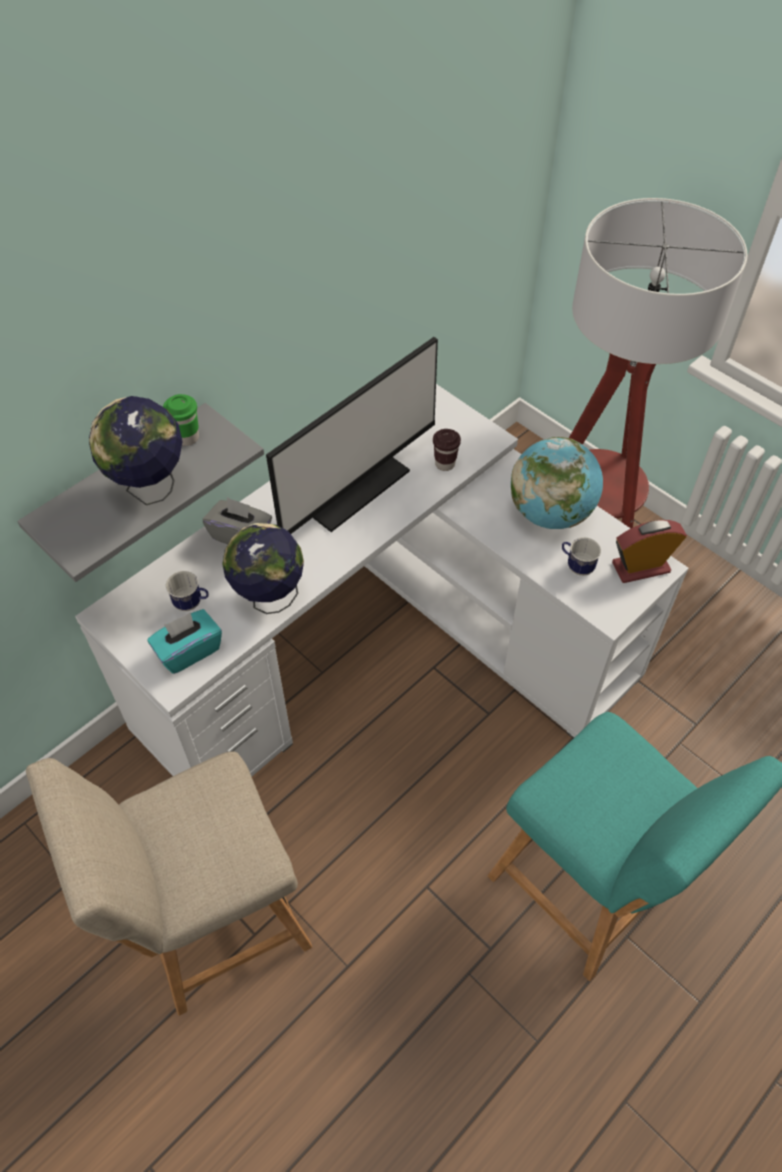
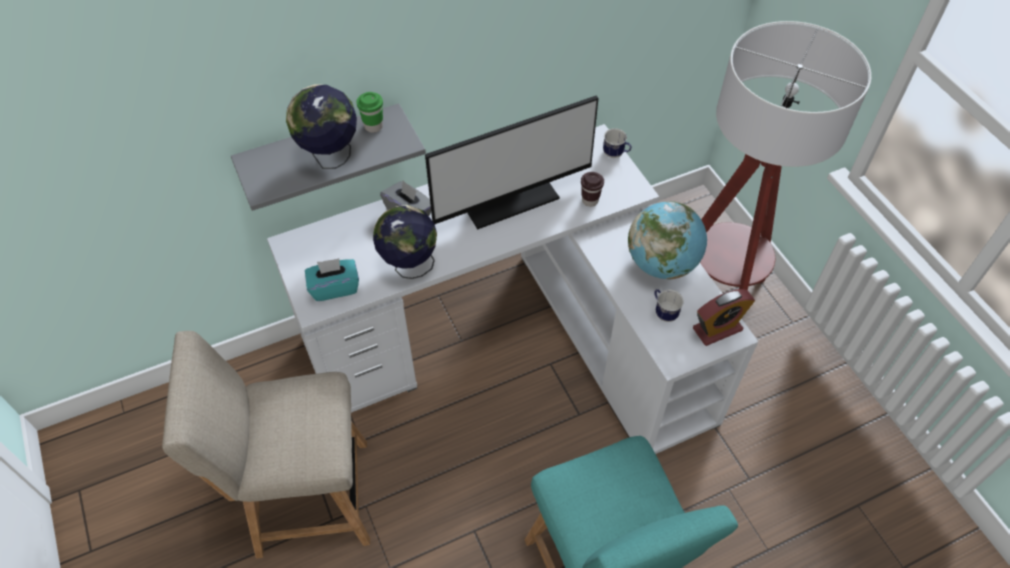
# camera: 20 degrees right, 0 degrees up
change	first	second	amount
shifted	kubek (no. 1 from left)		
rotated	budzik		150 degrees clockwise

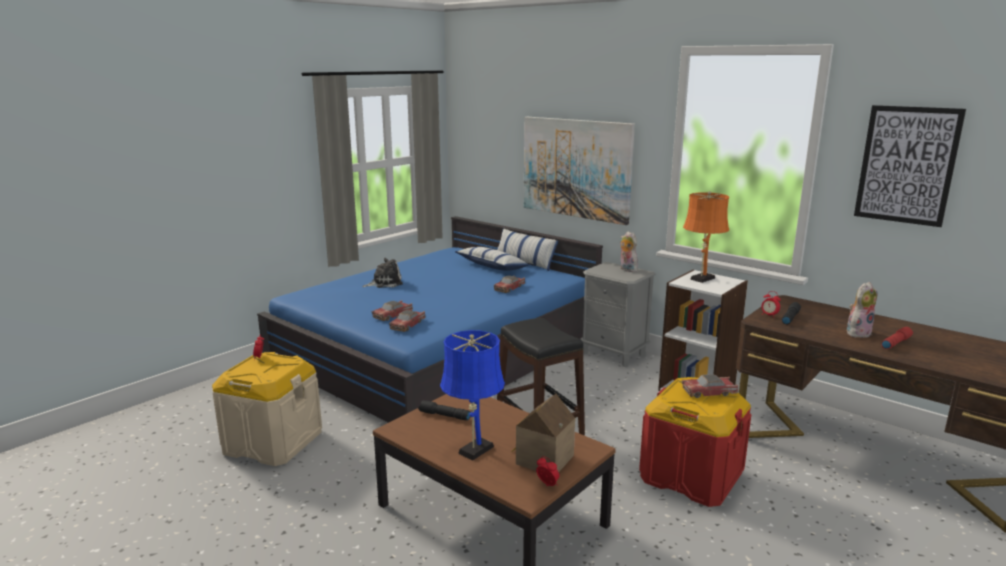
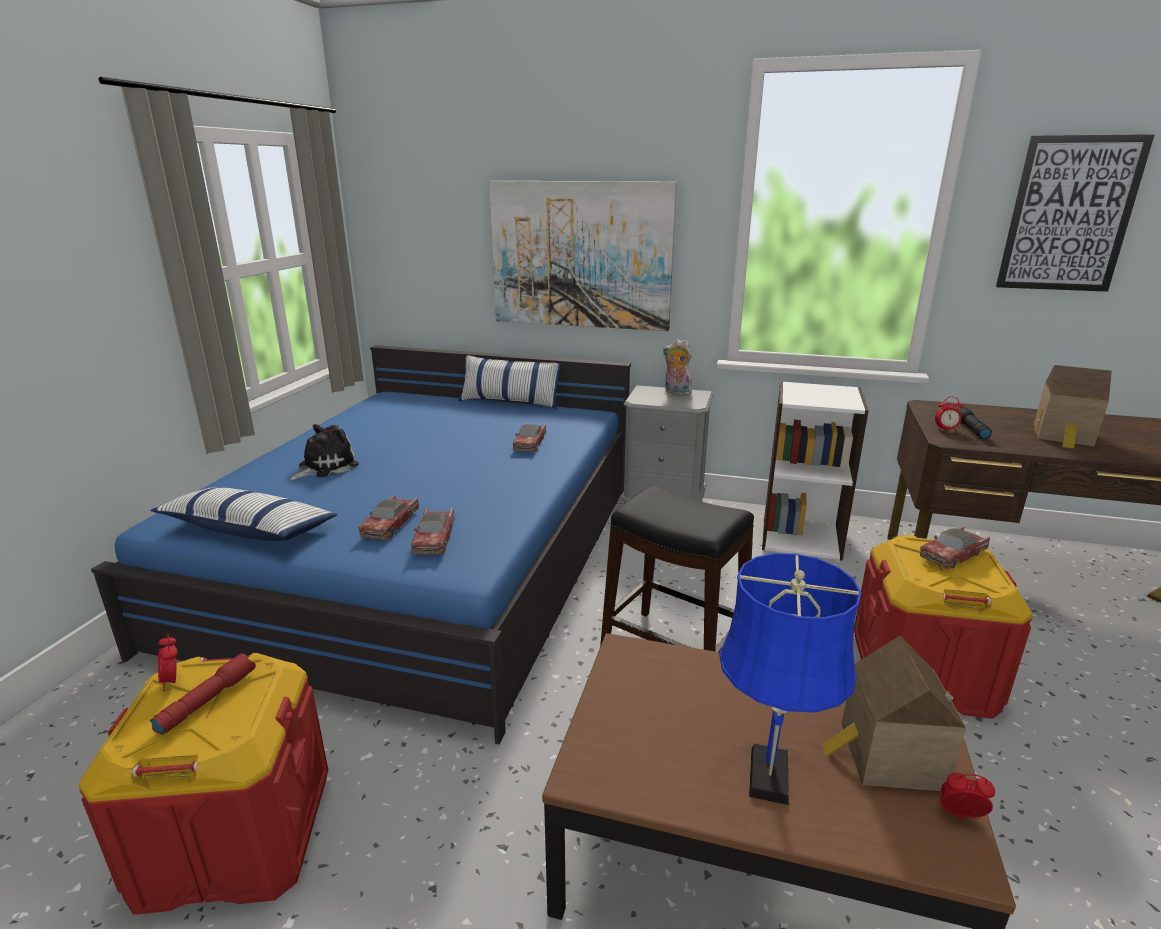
# camera: 25 degrees left, 5 degrees up
change	first	second	amount
gone	latarka/czarny (no. 1 from left)		
gone	lampa stołowa/pomarańczowy		
shifted	poduszka (no. 1 from left)		
shifted	latarka/czerwony		
swapped	pluszak (no. 3 from left)	domek (no. 2 from left)	
repainted	pojemnik do przechowywania/beżowy	pojemnik do przechowywania/czerwony (no. 1 from left)	

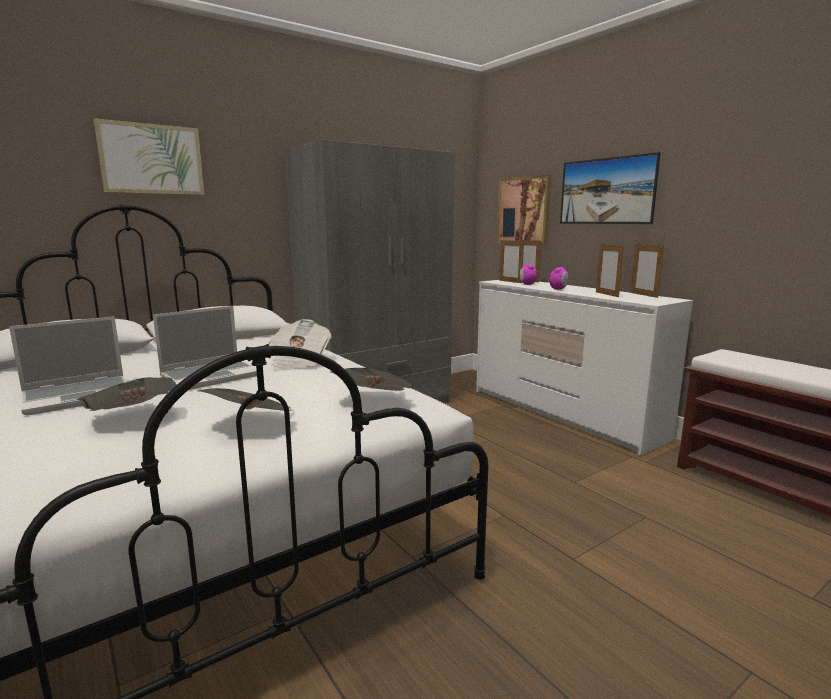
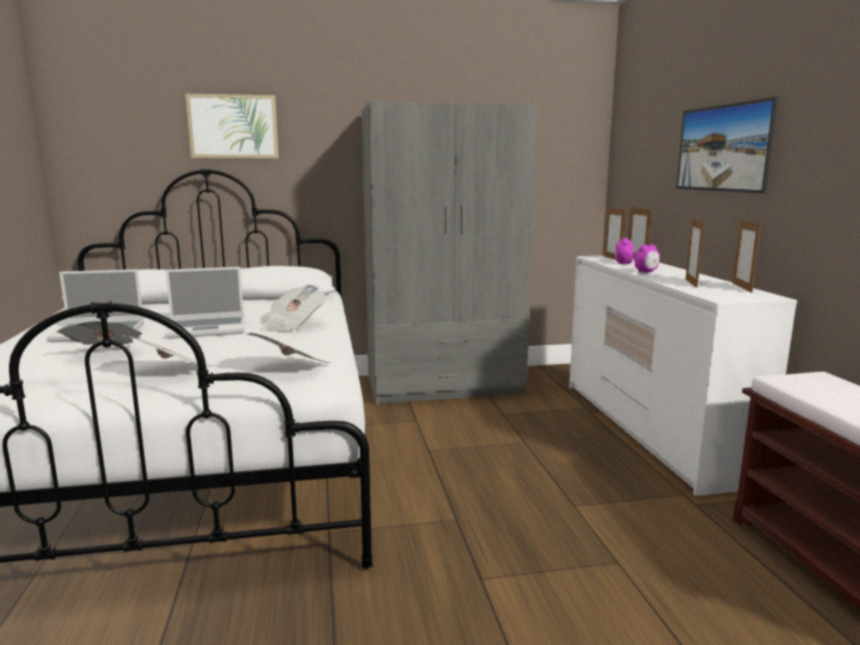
# camera: 25 degrees right, 0 degrees up
change	first	second	amount
gone	obraz (no. 2 from left)		

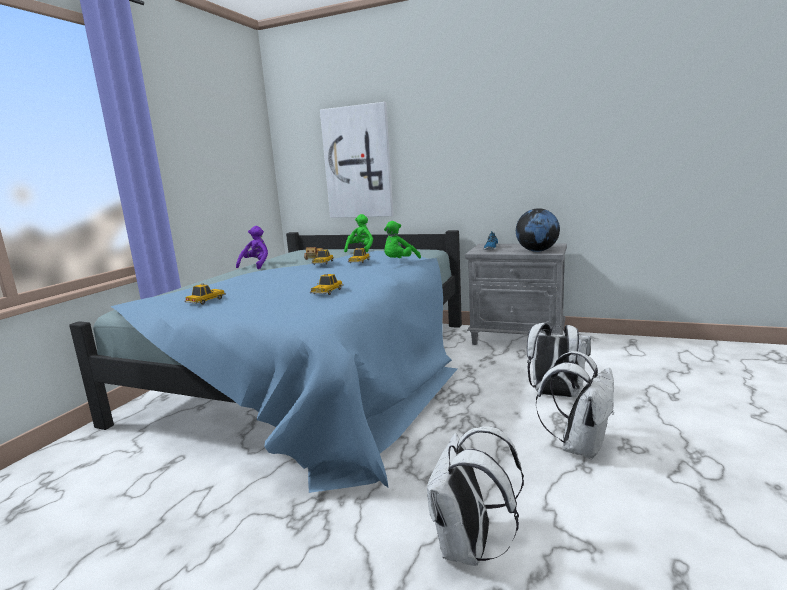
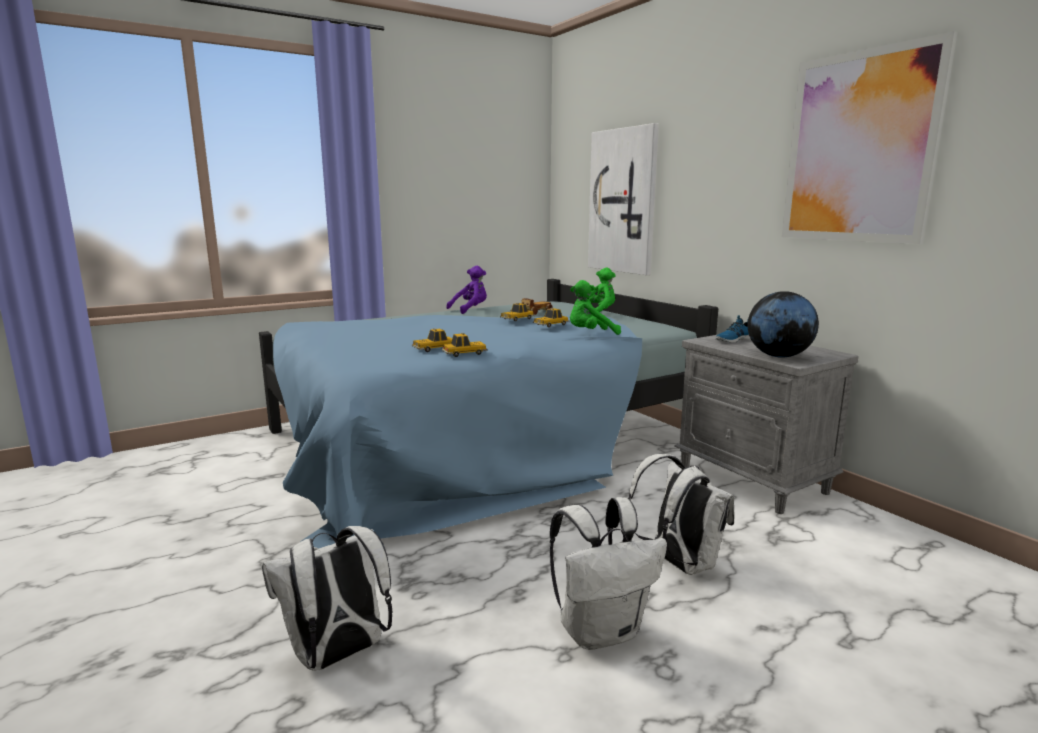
# camera: 35 degrees right, 0 degrees up
change	first	second	amount
new		obraz (no. 2 from left)	
shifted	samochodzik (no. 1 from left in the first image)	samochodzik (no. 2 from left)	

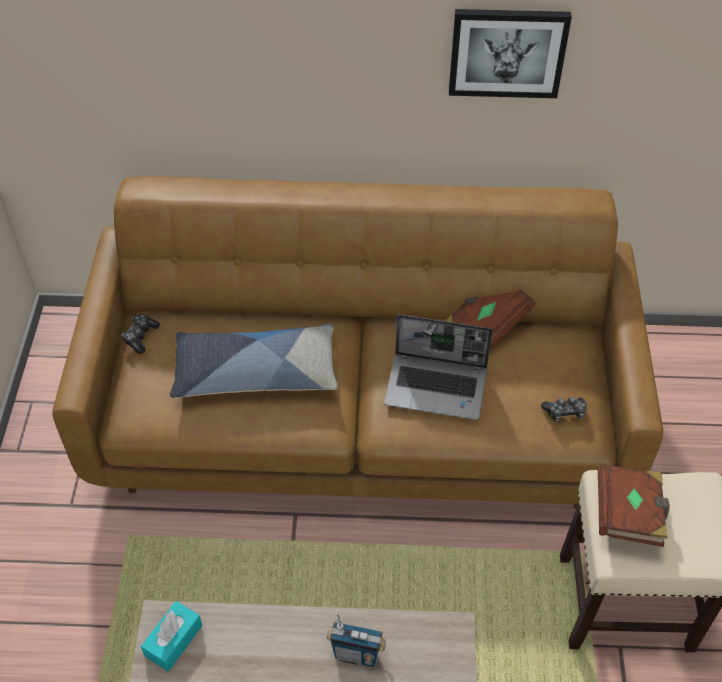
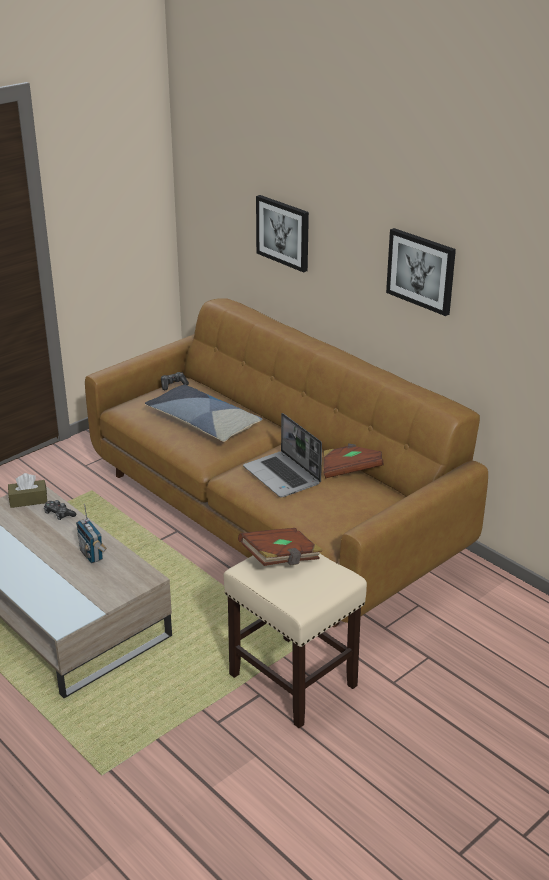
# camera: 45 degrees right, 20 degrees down
change	first	second	amount
new		obraz (no. 1 from left)	
shifted	pad do gier (no. 2 from left in the first image)	pad do gier (no. 1 from left)	
repainted	pudełko chusteczek/turkusowy	pudełko chusteczek/brązowy	

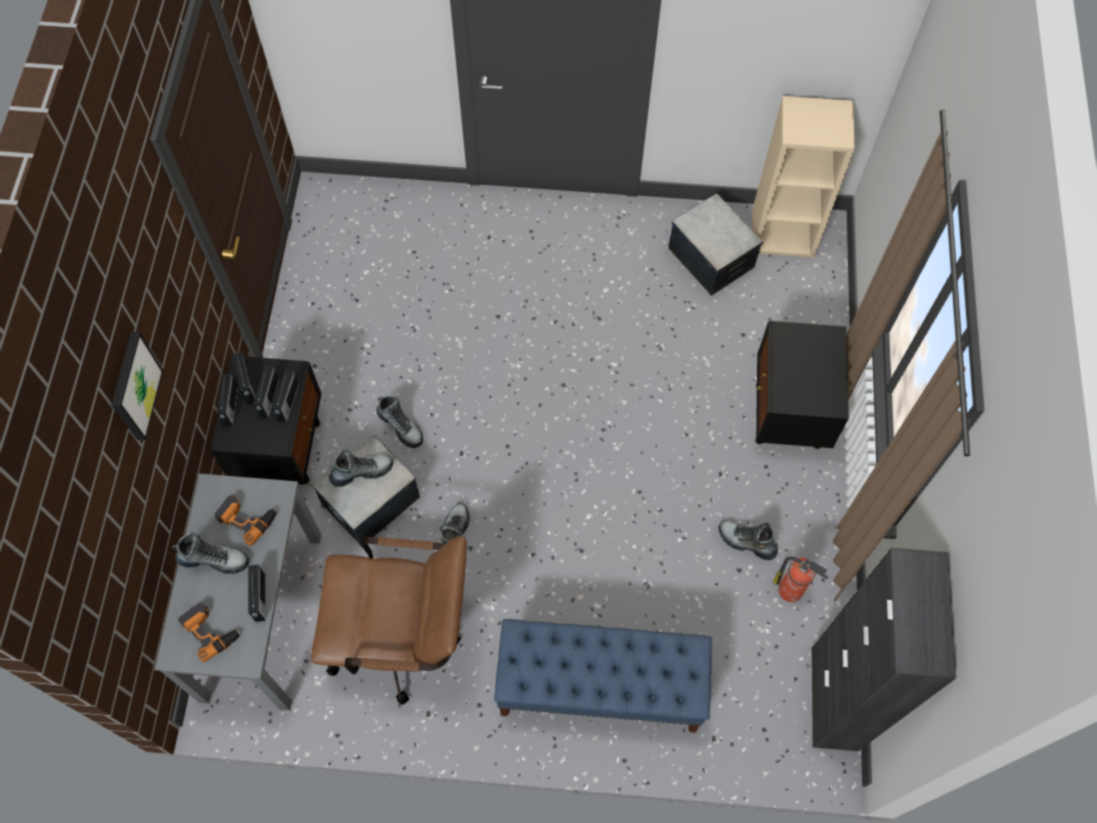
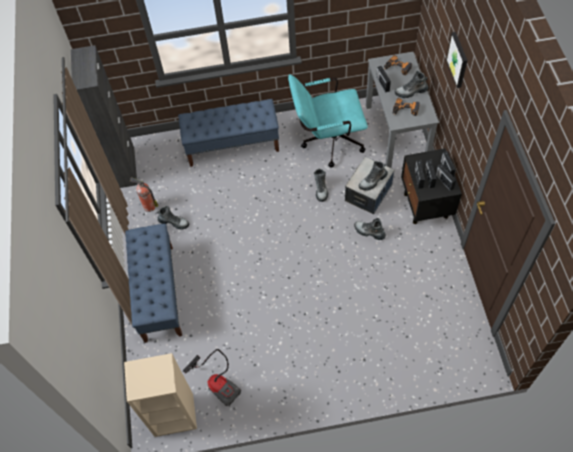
# camera: 170 degrees right, 5 degrees down
change	first	second	amount
swapped	pojemnik do przechowywania (no. 2 from left)	odkurzacz	
swapped	szafka nocna/czarny (no. 2 from left)	ławka/niebieski (no. 1 from left)	
repainted	krzesło biurowe/brązowy	krzesło biurowe/turkusowy	

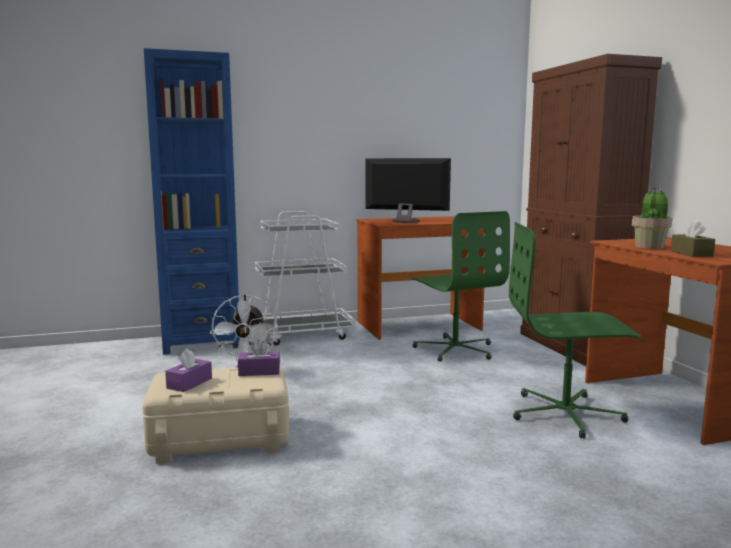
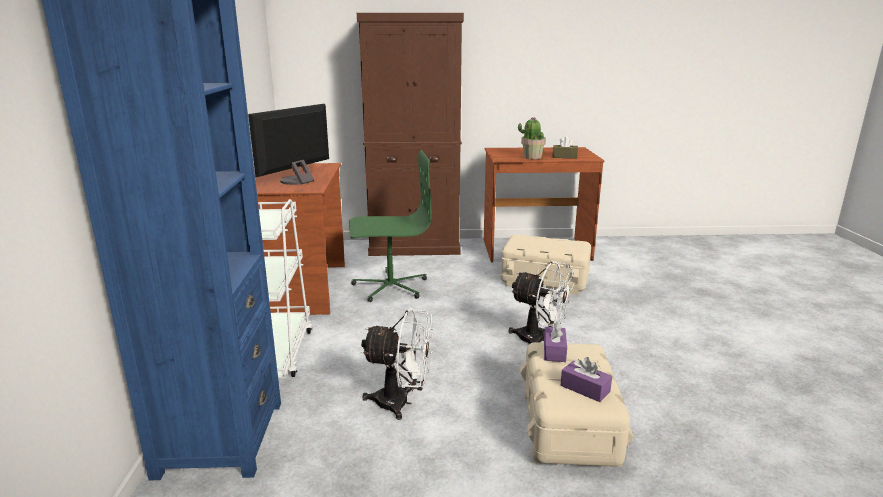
# camera: 75 degrees left, 10 degrees up
change	first	second	amount
new		wentylator/biały (no. 2 from left)	
swapped	krzesło biurowe/zielony (no. 2 from left)	pojemnik do przechowywania/beżowy (no. 1 from left)	

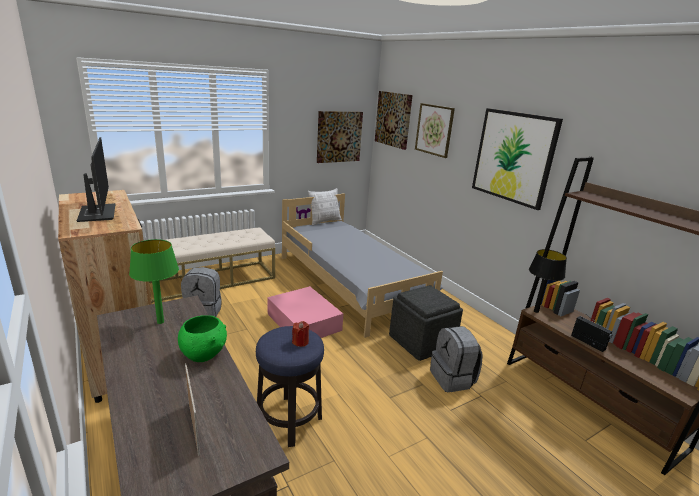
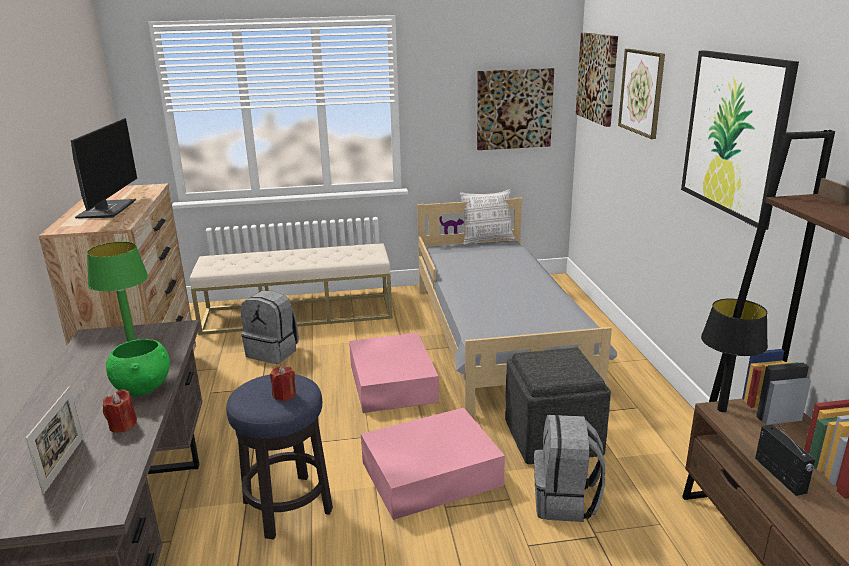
# camera: 25 degrees right, 0 degrees up
change	first	second	amount
new		świeca/czerwony (no. 1 from left)	
new		pojemnik do przechowywania/różowy (no. 2 from left)	

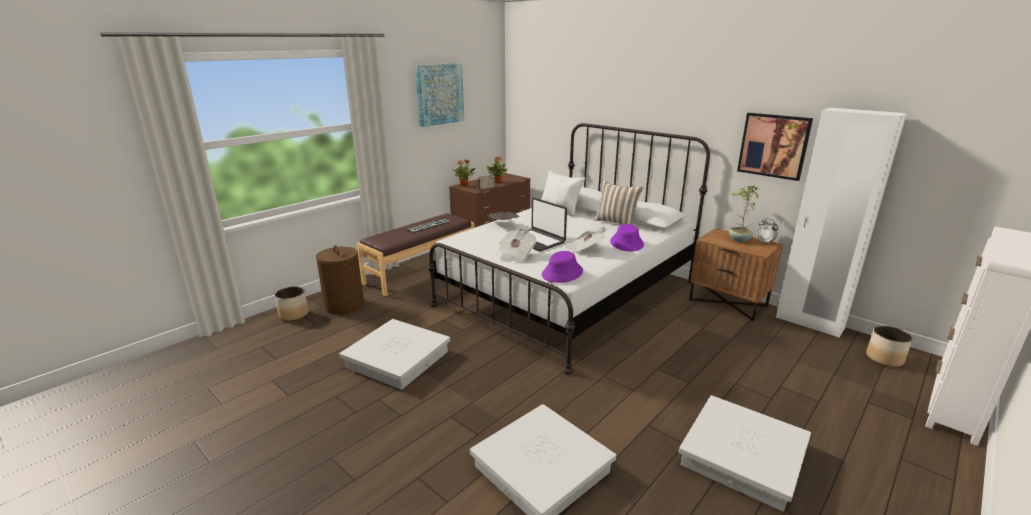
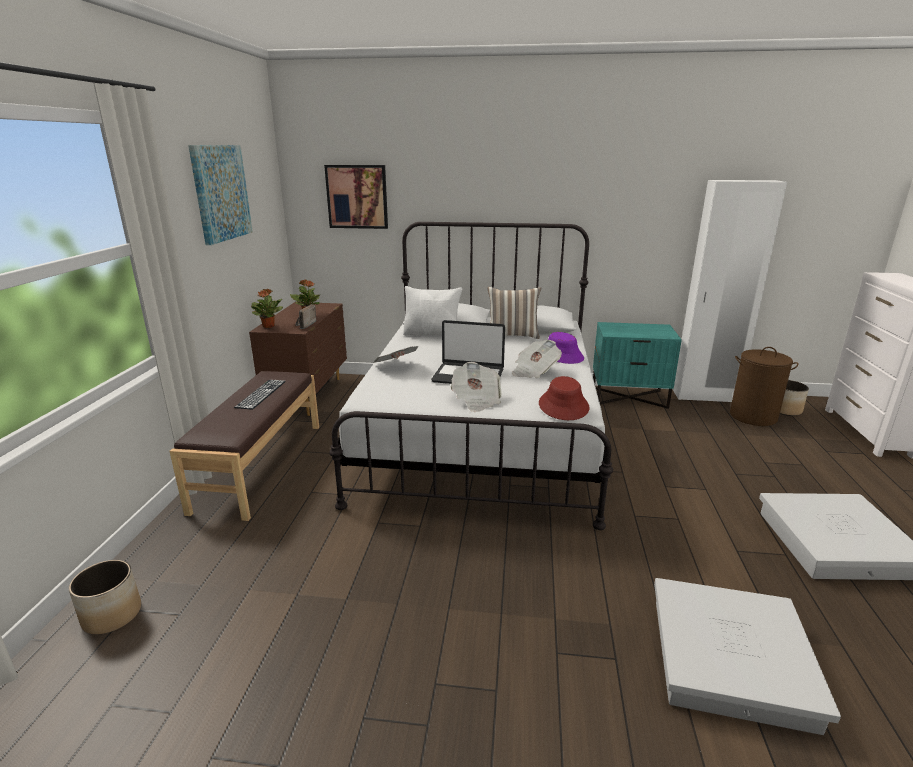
# camera: 35 degrees left, 0 degrees up
change	first	second	amount
gone	pojemnik do przechowywania/biały (no. 1 from left)		
gone	roślina doniczkowa (no. 3 from left)		
gone	budzik		
shifted	kosz na pranie/brązowy		
shifted	obraz (no. 2 from left)		
repainted	kapelusz/fioletowy (no. 1 from left)	kapelusz/czerwony	
repainted	szafka nocna/brązowy	szafka nocna/turkusowy	

